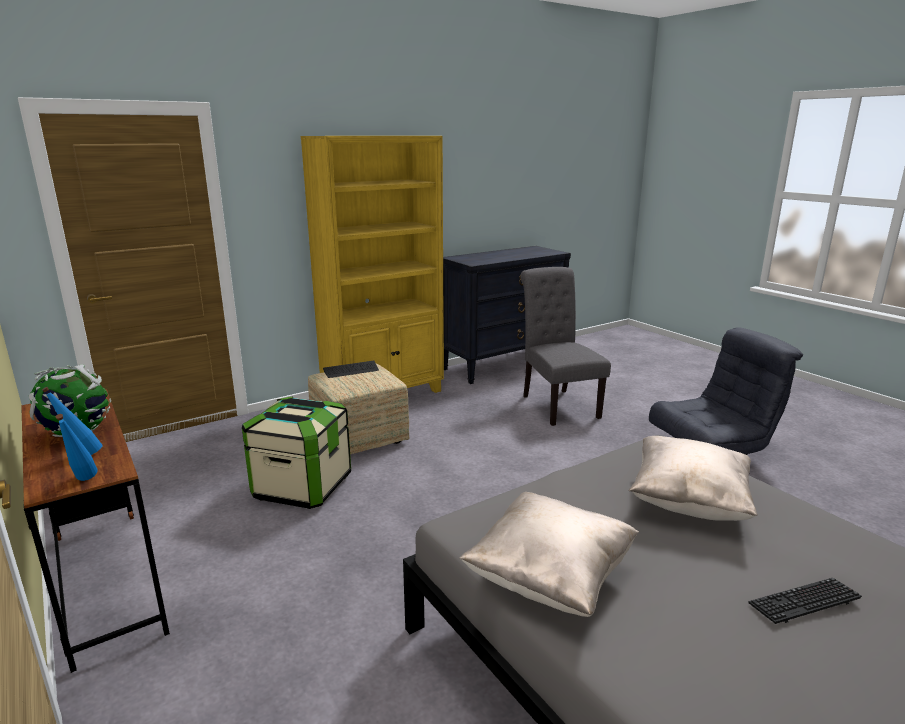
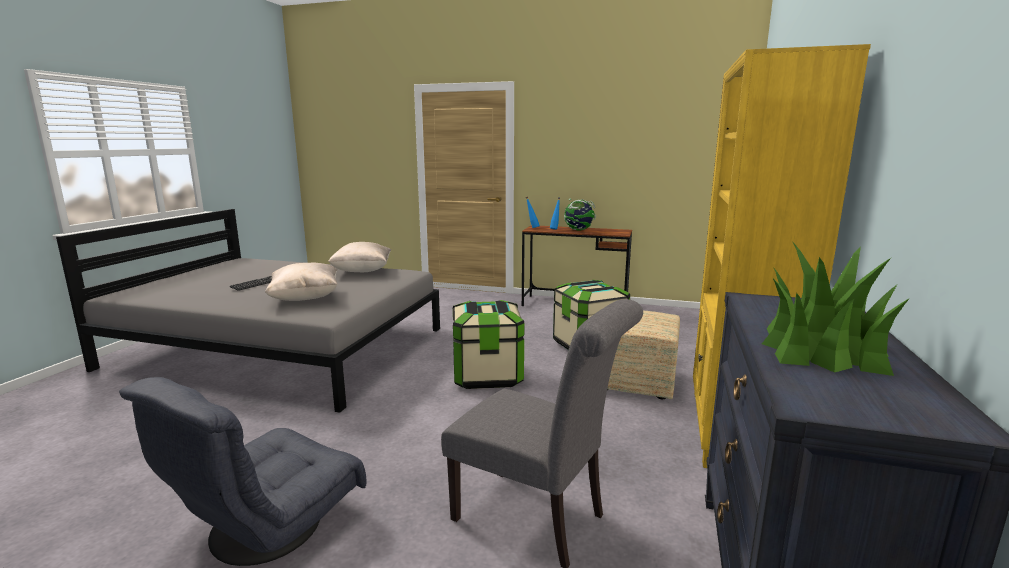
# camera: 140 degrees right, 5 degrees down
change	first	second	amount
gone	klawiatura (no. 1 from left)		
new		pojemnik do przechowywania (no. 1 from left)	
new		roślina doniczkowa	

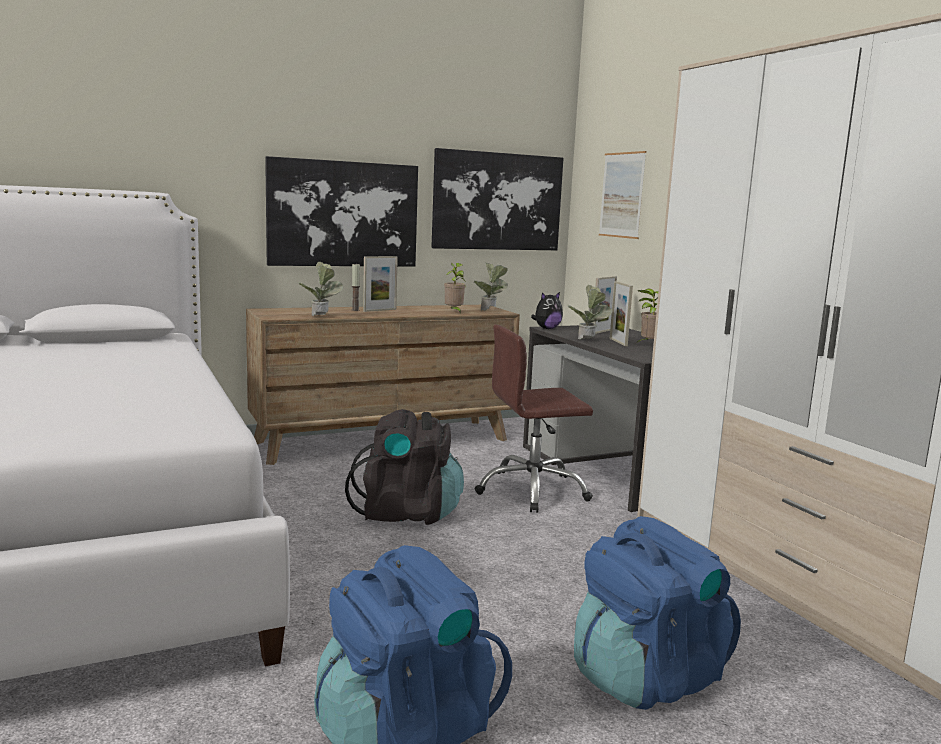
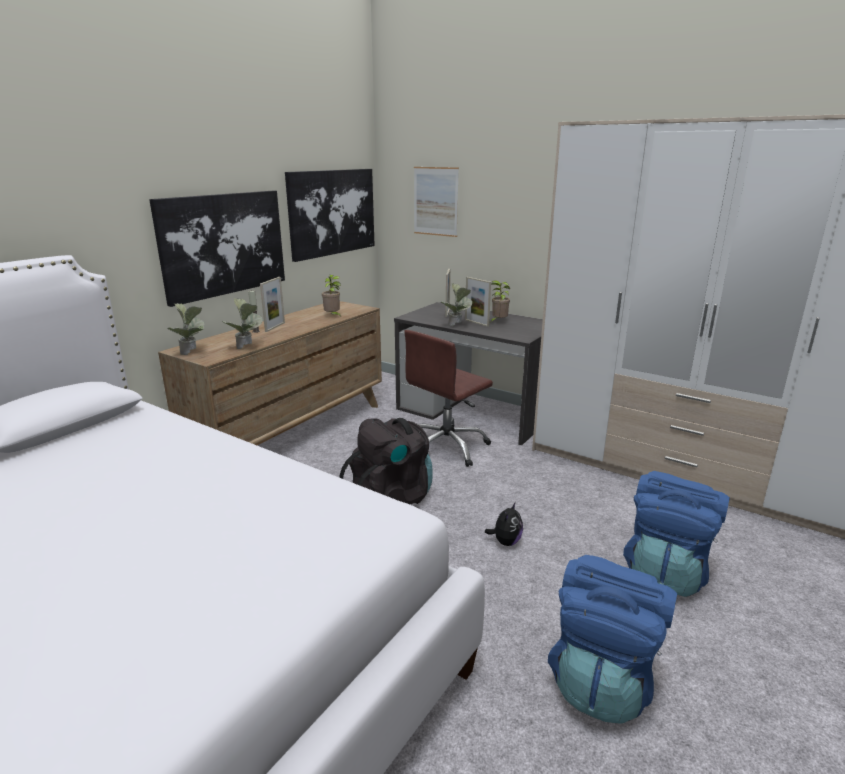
# camera: 30 degrees left, 10 degrees up
change	first	second	amount
shifted	roślina doniczkowa (no. 3 from left in the first image)	roślina doniczkowa (no. 1 from left)	
shifted	pluszak		

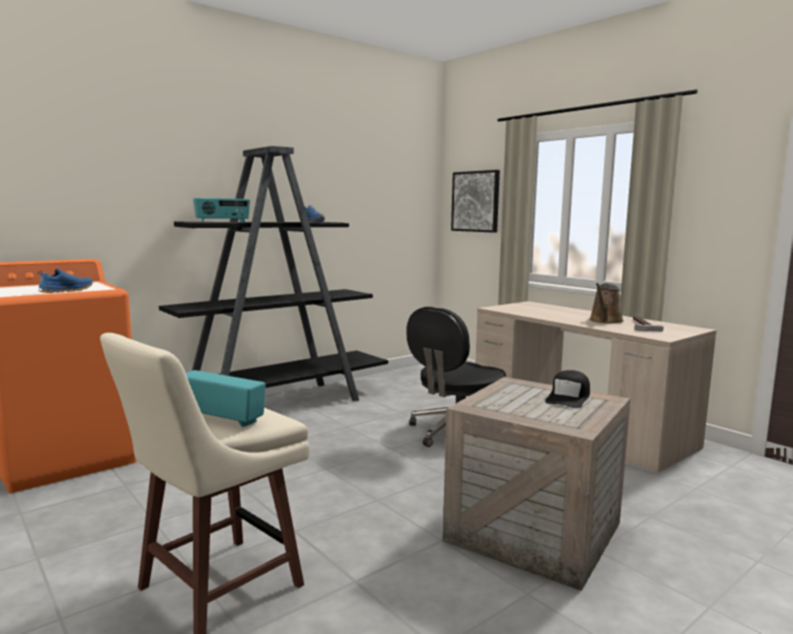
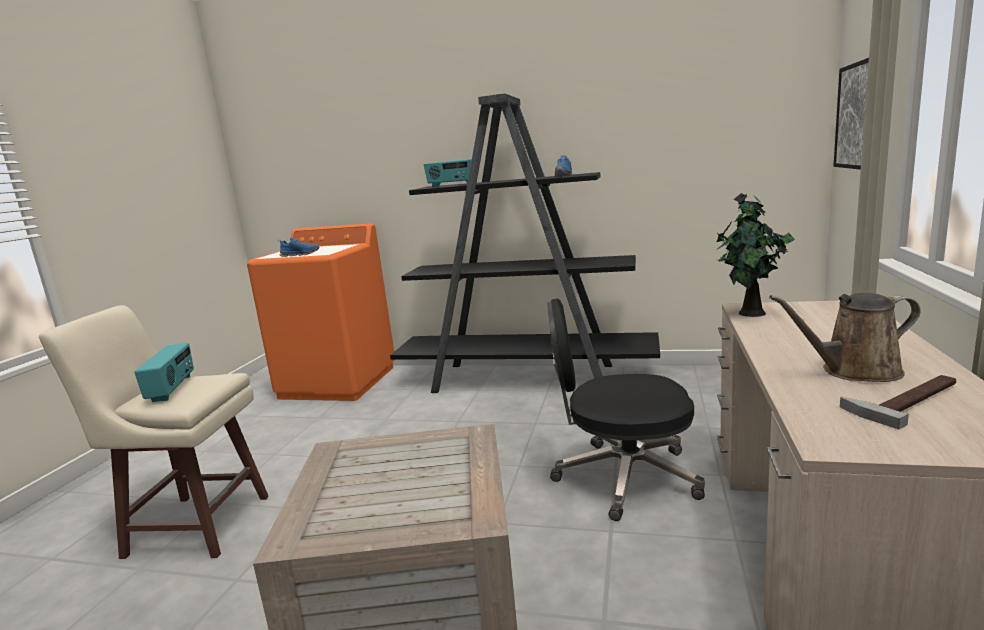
# camera: 55 degrees right, 5 degrees up
change	first	second	amount
gone	czapka z daszkiem/czarny		
new		roślina doniczkowa	

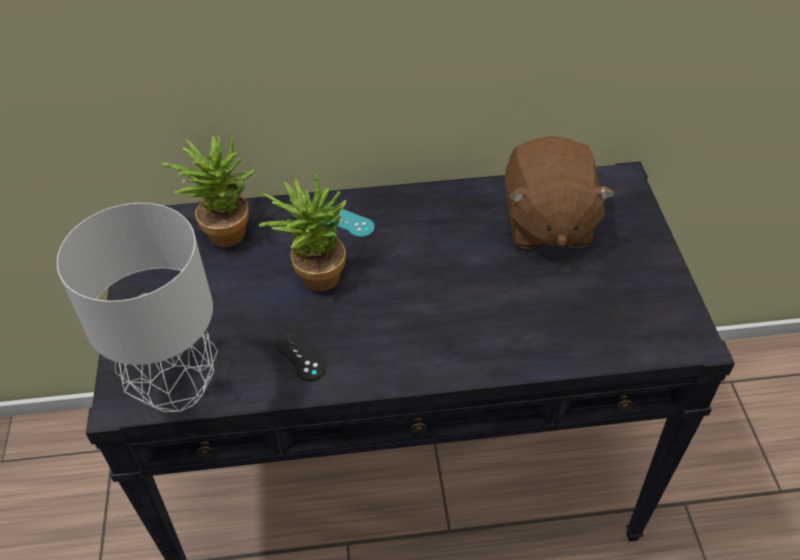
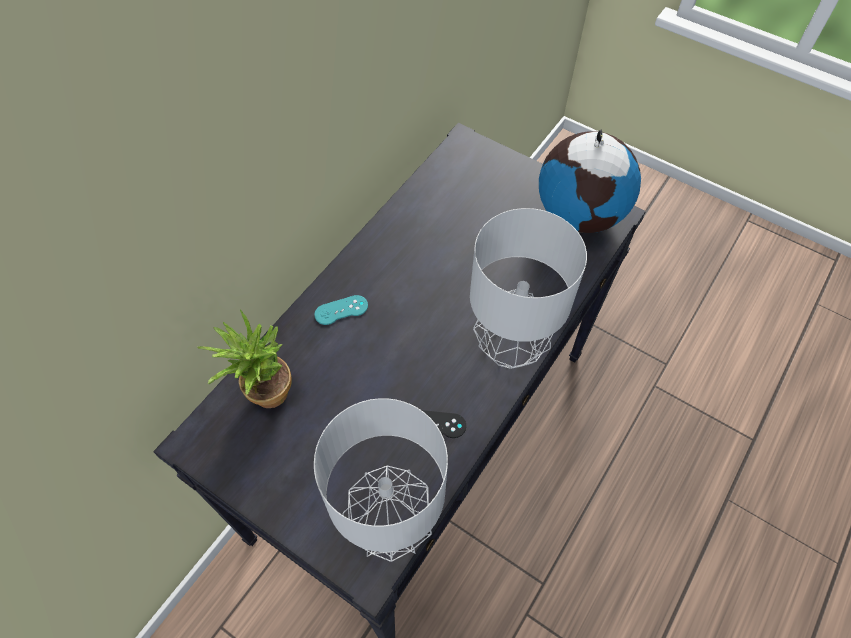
# camera: 50 degrees left, 10 degrees up
change	first	second	amount
gone	roślina doniczkowa (no. 2 from left)		
gone	pluszak/brązowy		
new		lampa stołowa/szary (no. 2 from left)	
new		globus	

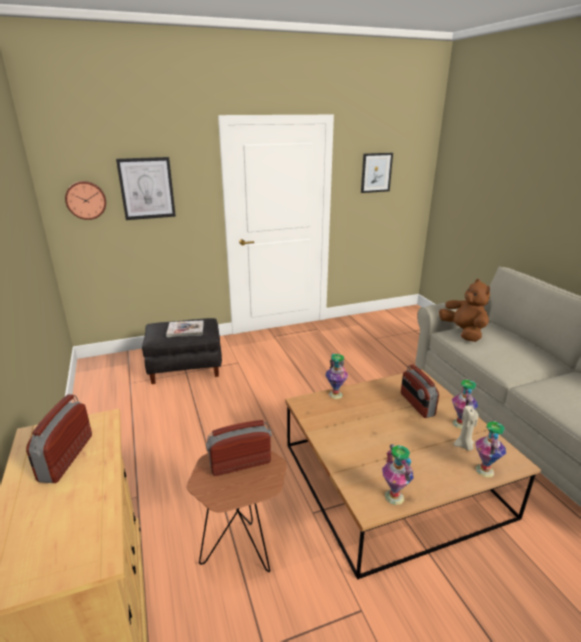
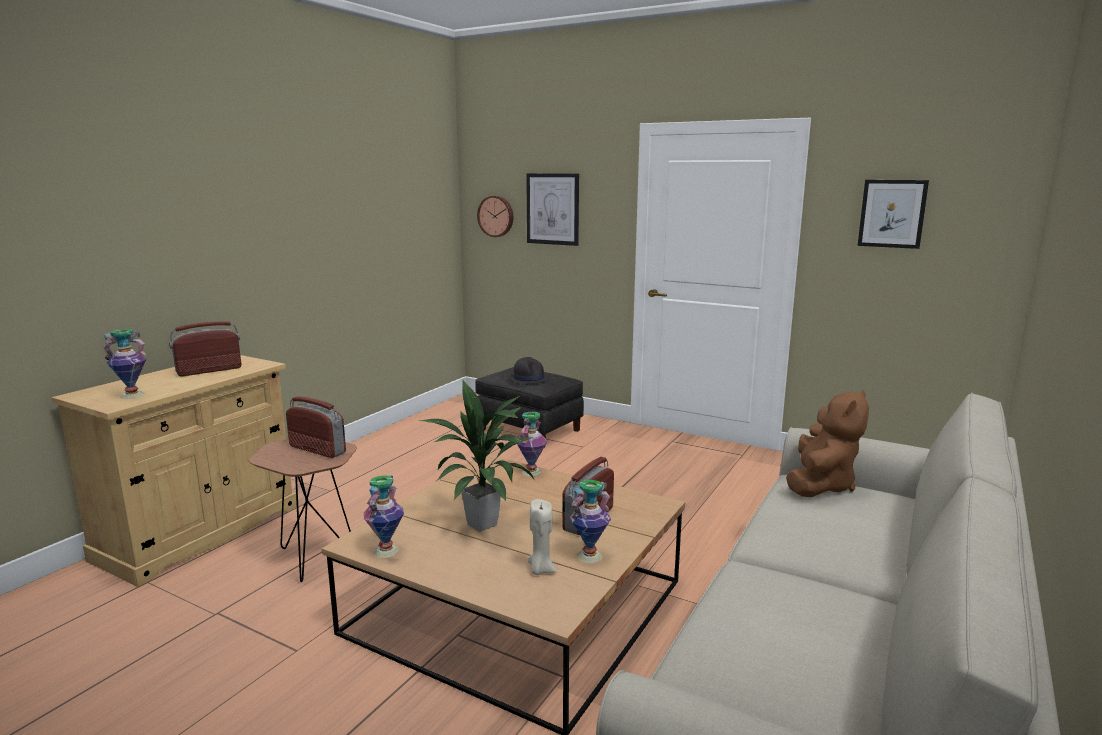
# camera: 50 degrees right, 10 degrees down
change	first	second	amount
new		roślina doniczkowa	
shifted	wazon (no. 4 from left in the first image)	wazon (no. 1 from left)	
swapped	książka	kapelusz/czarny	

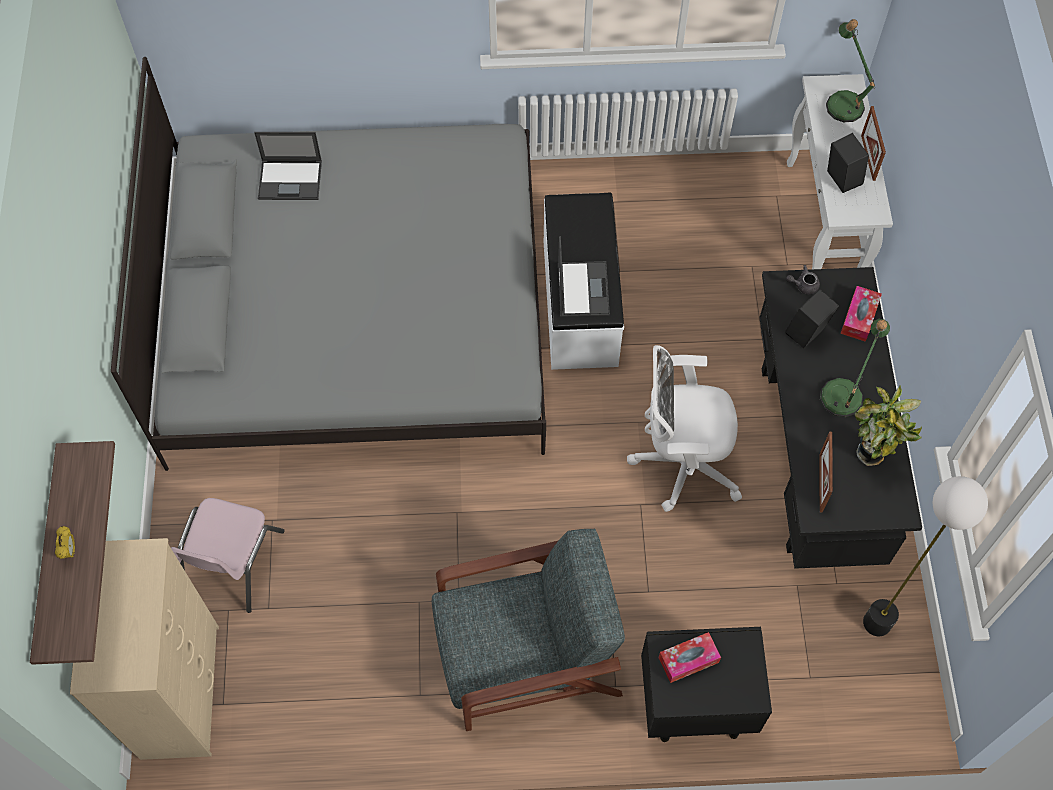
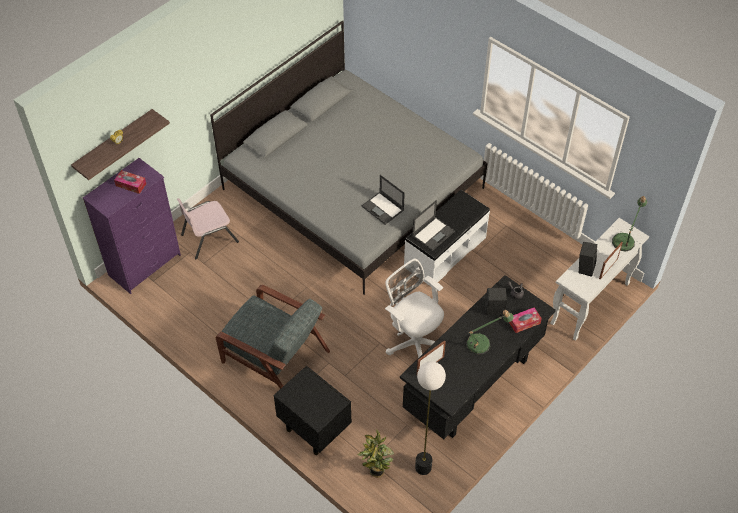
# camera: 45 degrees right, 10 degrees down
change	first	second	amount
shifted	laptop (no. 1 from left)		
shifted	pudełko chusteczek (no. 1 from left)		
shifted	roślina doniczkowa		
repainted	komoda/beżowy	komoda/fioletowy	

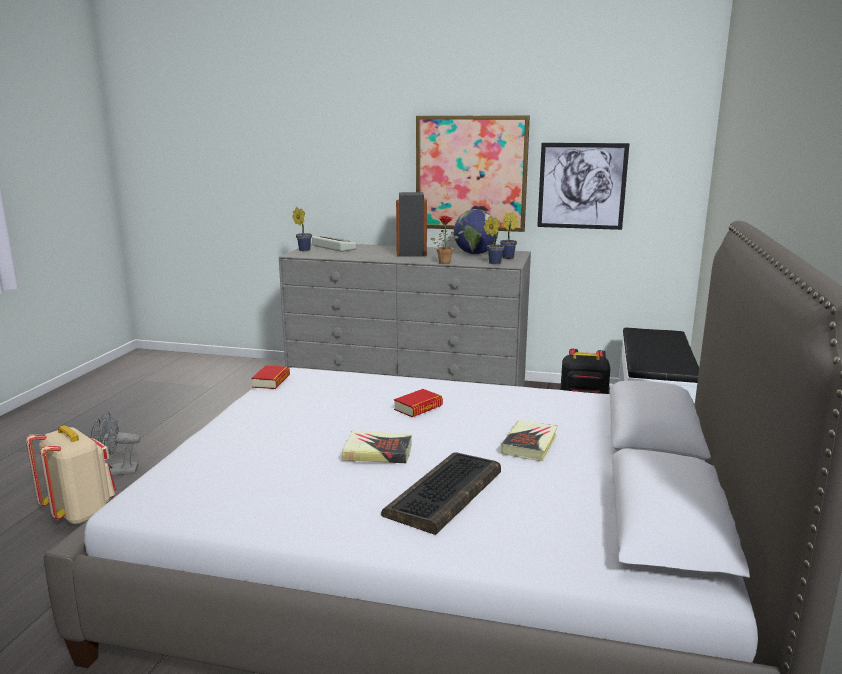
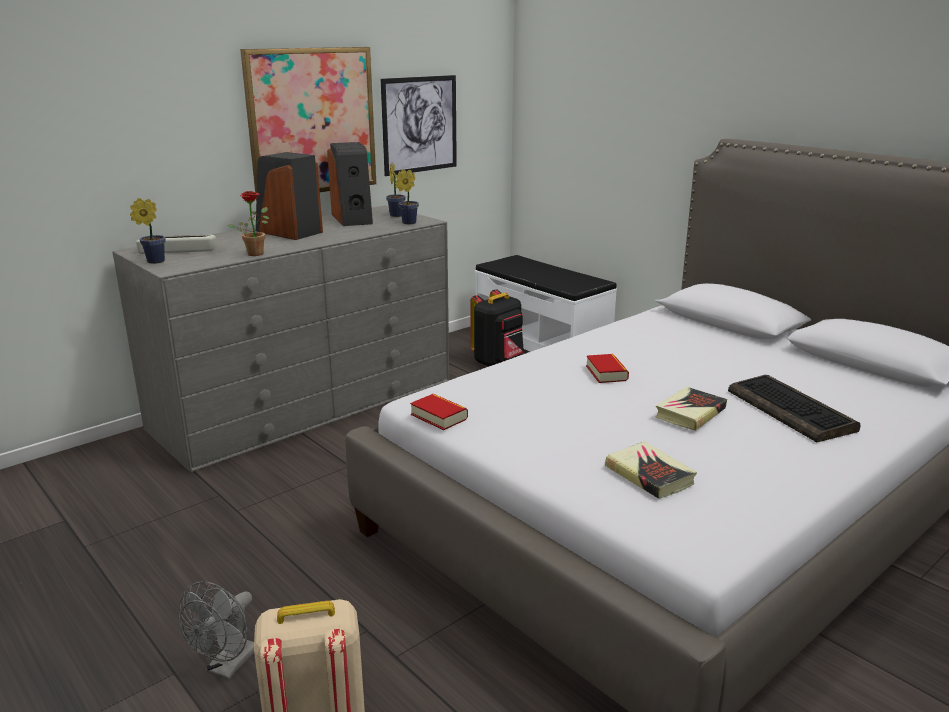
# camera: 55 degrees left, 5 degrees up
change	first	second	amount
shifted	roślina doniczkowa (no. 2 from left)		
shifted	książka (no. 4 from left in the first image)	książka (no. 3 from left)	
swapped	globus	głośnik (no. 2 from left)	

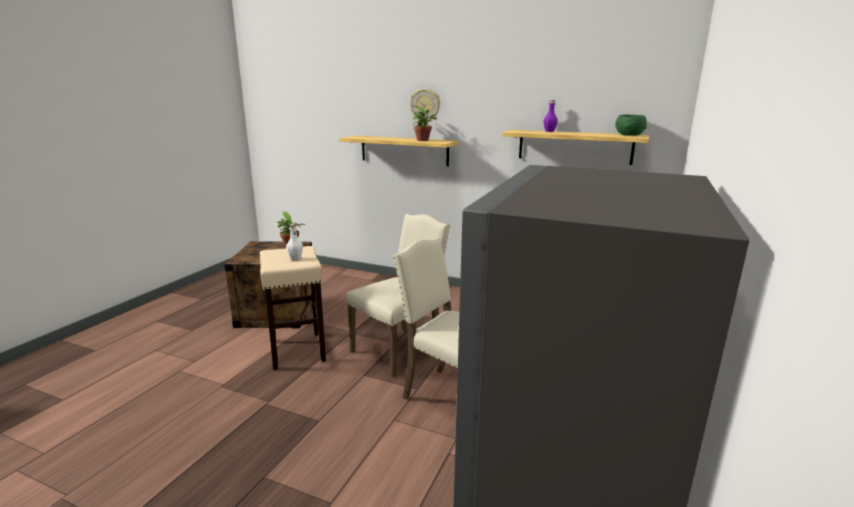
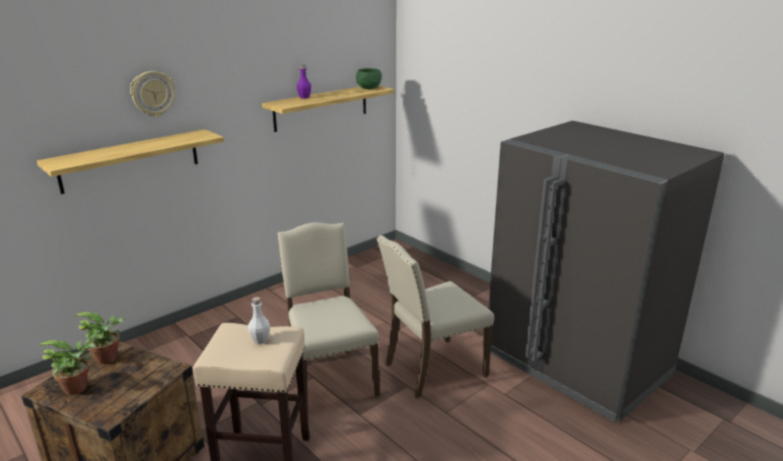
# camera: 65 degrees left, 5 degrees up
change	first	second	amount
shifted	roślina doniczkowa (no. 2 from left in the first image)	roślina doniczkowa (no. 1 from left)	

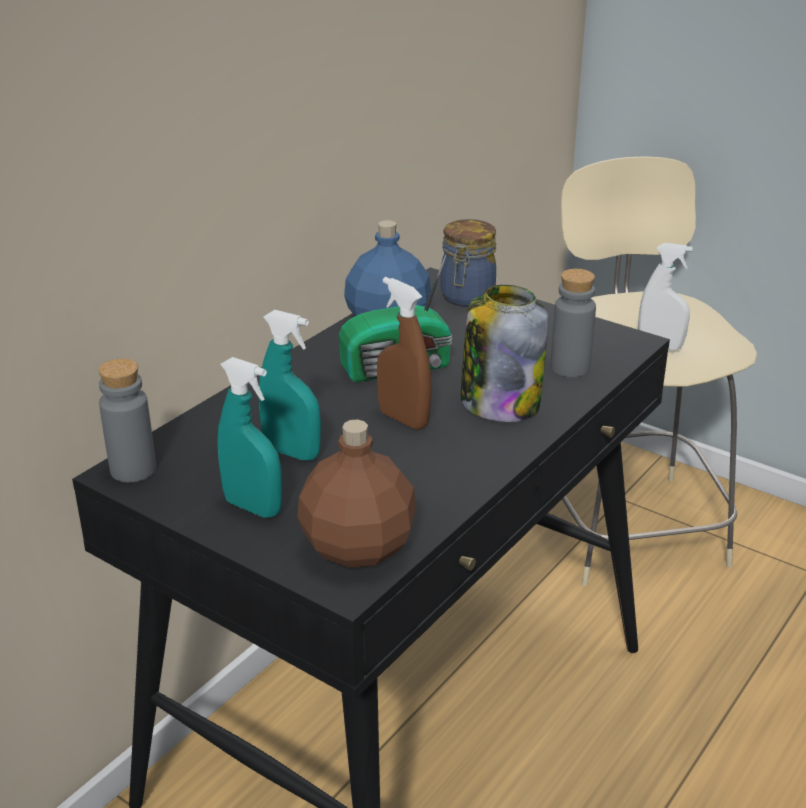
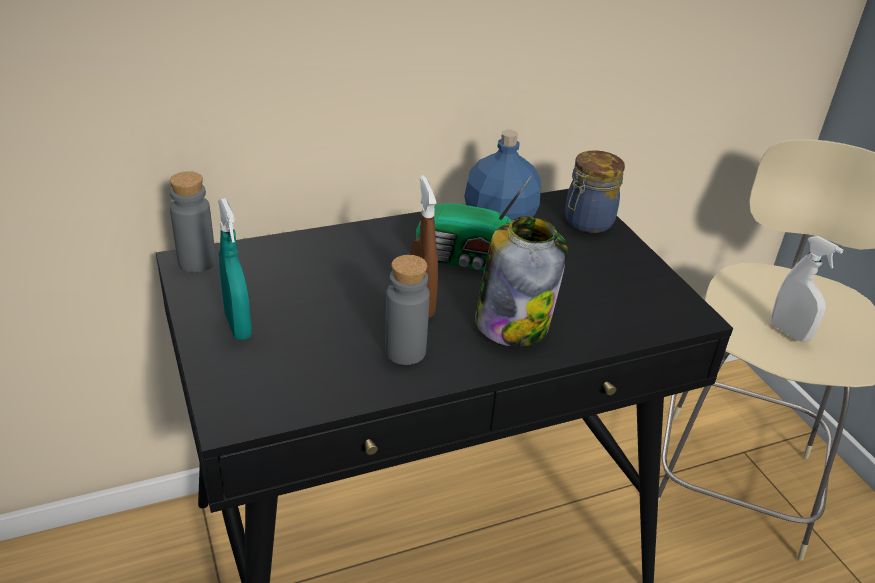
# camera: 30 degrees right, 5 degrees up
change	first	second	amount
gone	spryskiwacz/turkusowy (no. 2 from left)		
gone	butelka/brązowy		
shifted	butelka/szary (no. 2 from left)		

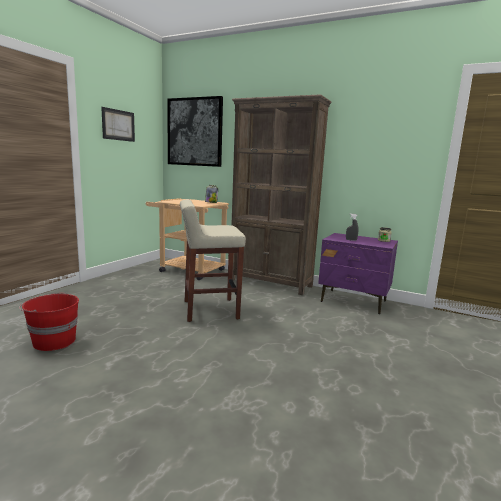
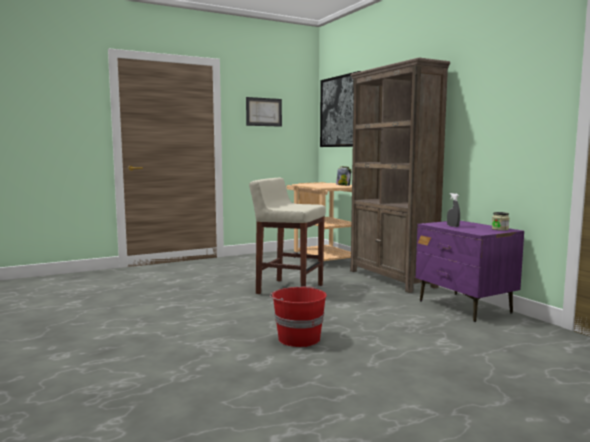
# camera: 35 degrees right, 5 degrees down
change	first	second	amount
shifted	wiadro/czerwony		

